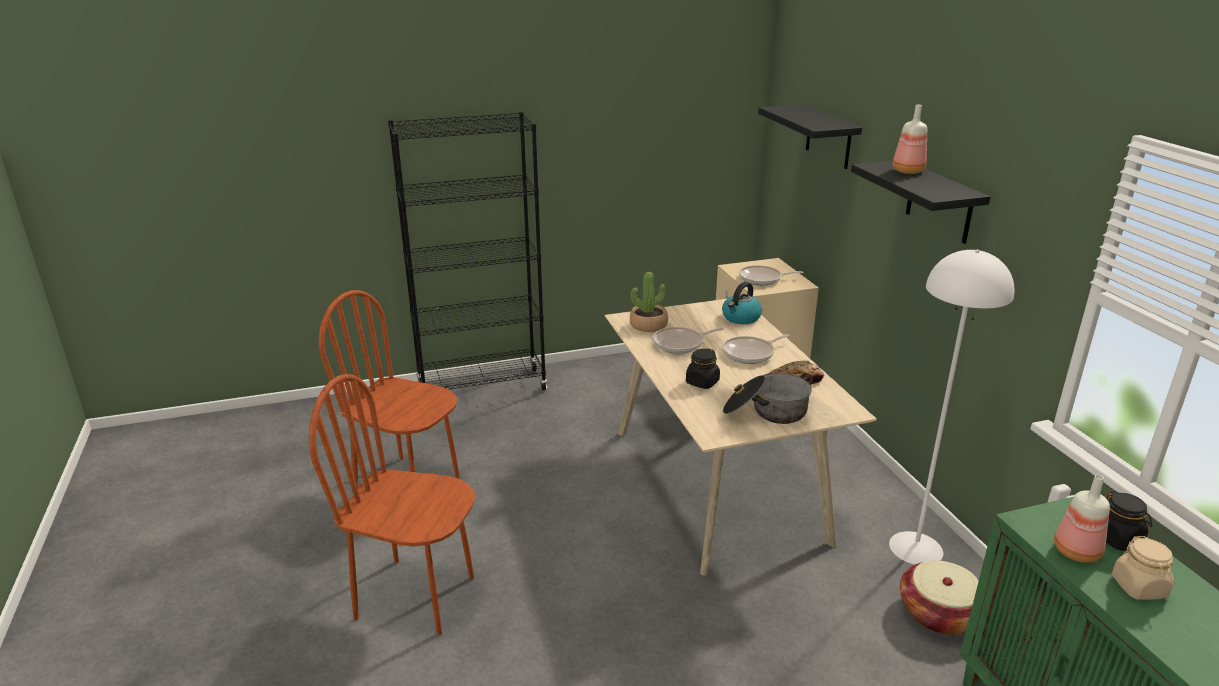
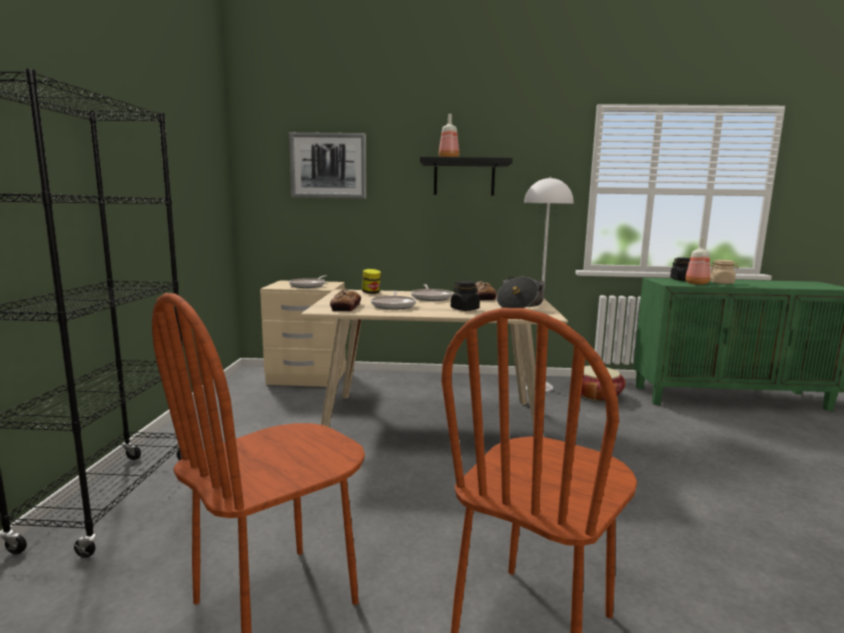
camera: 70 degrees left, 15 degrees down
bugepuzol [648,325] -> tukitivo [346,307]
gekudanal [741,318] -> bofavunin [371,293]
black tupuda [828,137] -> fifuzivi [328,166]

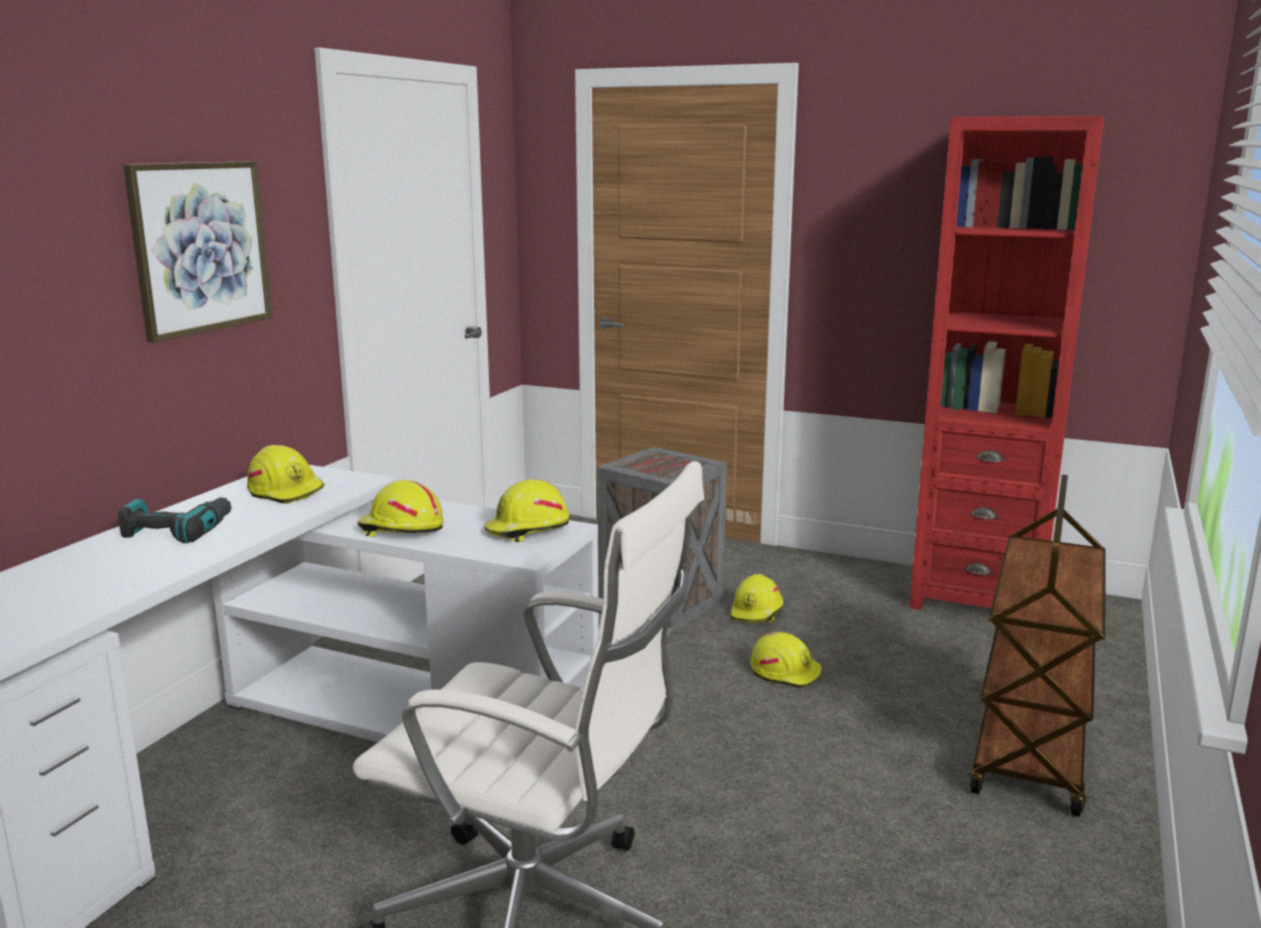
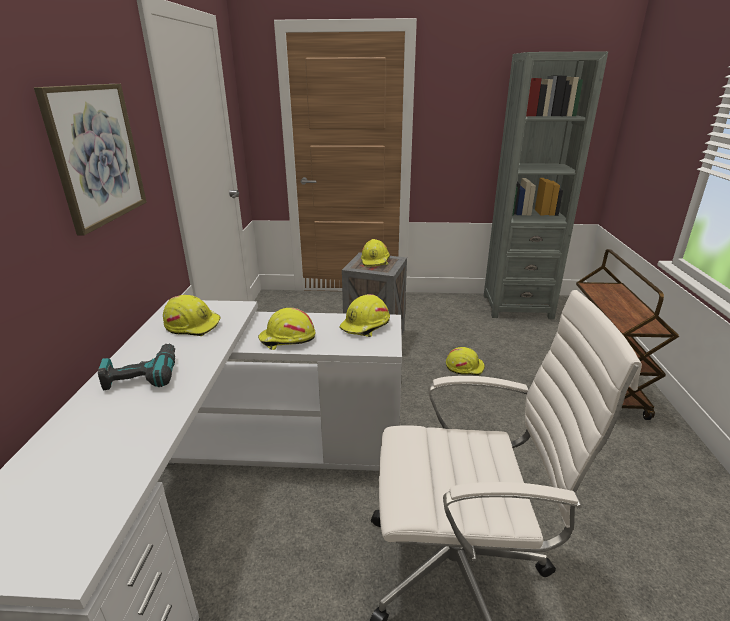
camera: 20 degrees left, 10 degrees up
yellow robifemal [757,612] -> yellow robifemal [375,261], relocated
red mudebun [978,598] -> grey mudebun [517,306]

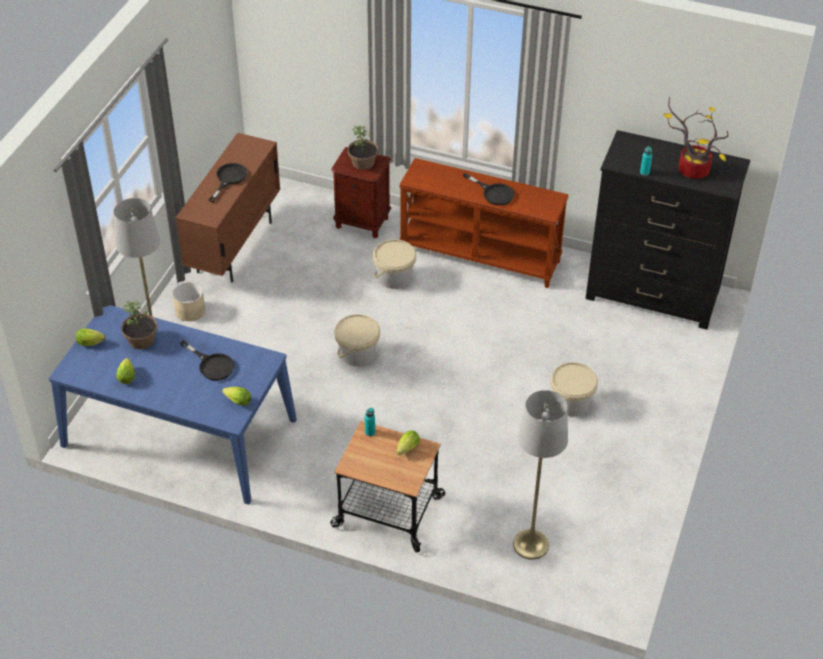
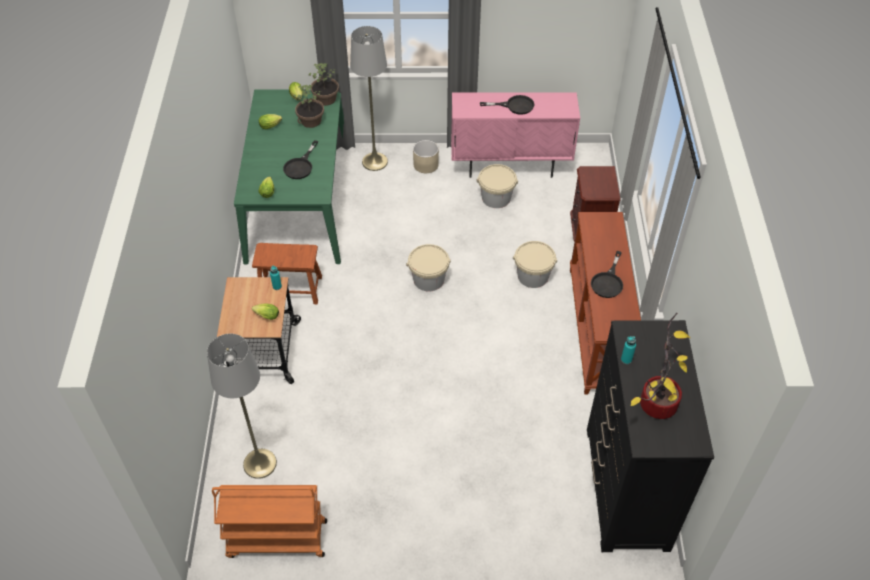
camera: 70 degrees right, 5 degrees up
none -> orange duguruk [276,539]
none -> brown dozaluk [290,288]
bugepuzol [363,163] -> bugepuzol [326,99], relocated
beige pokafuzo [571,403] -> beige pokafuzo [496,198], relocated
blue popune [179,432] -> green popune [299,202]
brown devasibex [235,247] -> pink devasibex [510,166]

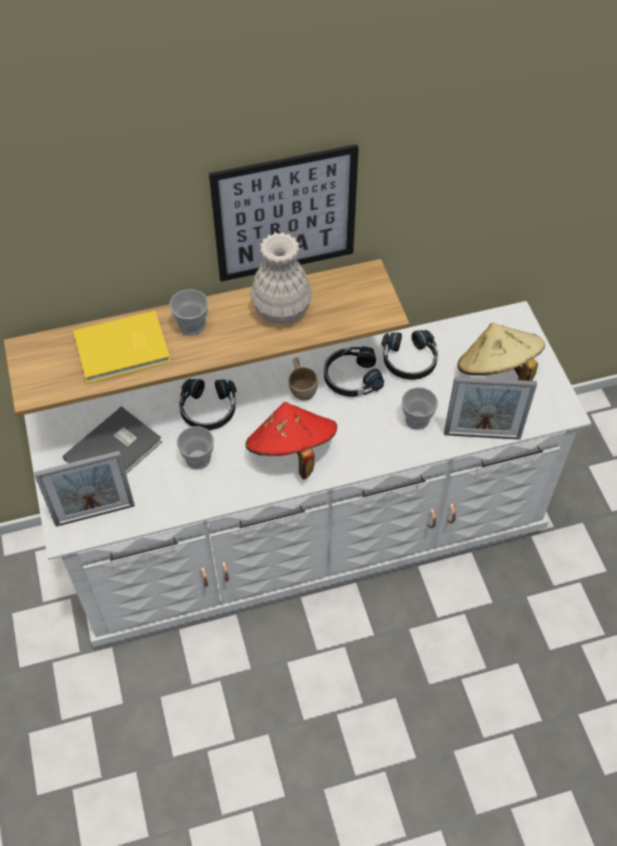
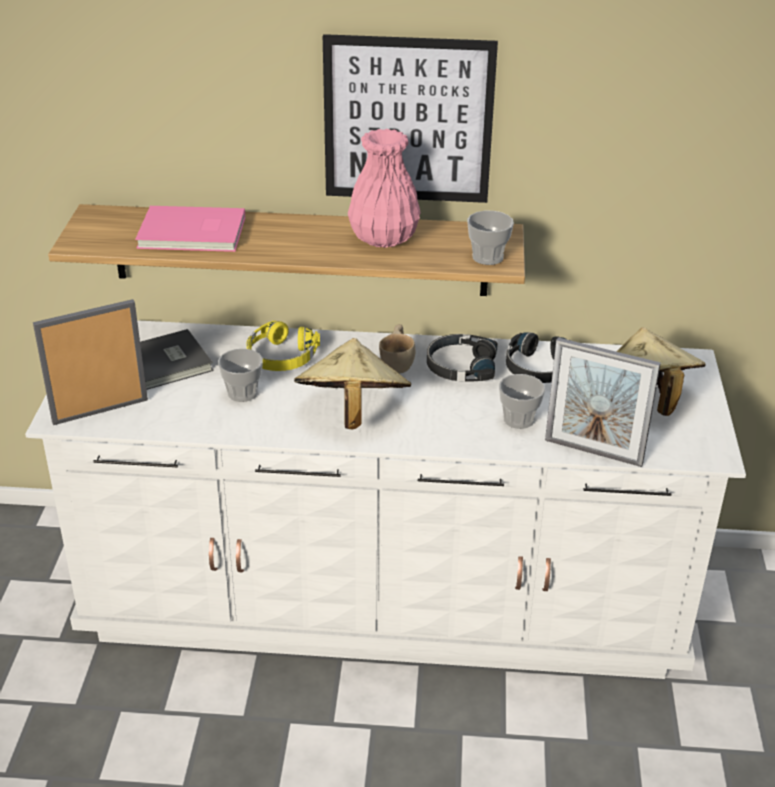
camera: 20 degrees right, 20 degrees down
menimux [192,325] -> menimux [487,257], relocated
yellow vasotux [124,350] -> pink vasotux [193,234]
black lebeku [208,409] -> yellow lebeku [281,356]
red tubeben [291,452] -> beige tubeben [351,412]
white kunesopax [281,309] -> pink kunesopax [384,238]
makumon [95,514] -> makumon [100,411], 150 degrees clockwise

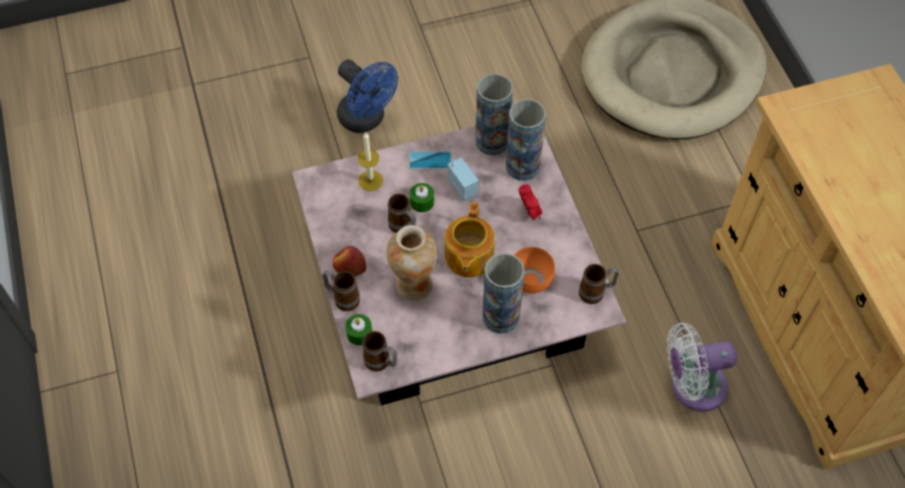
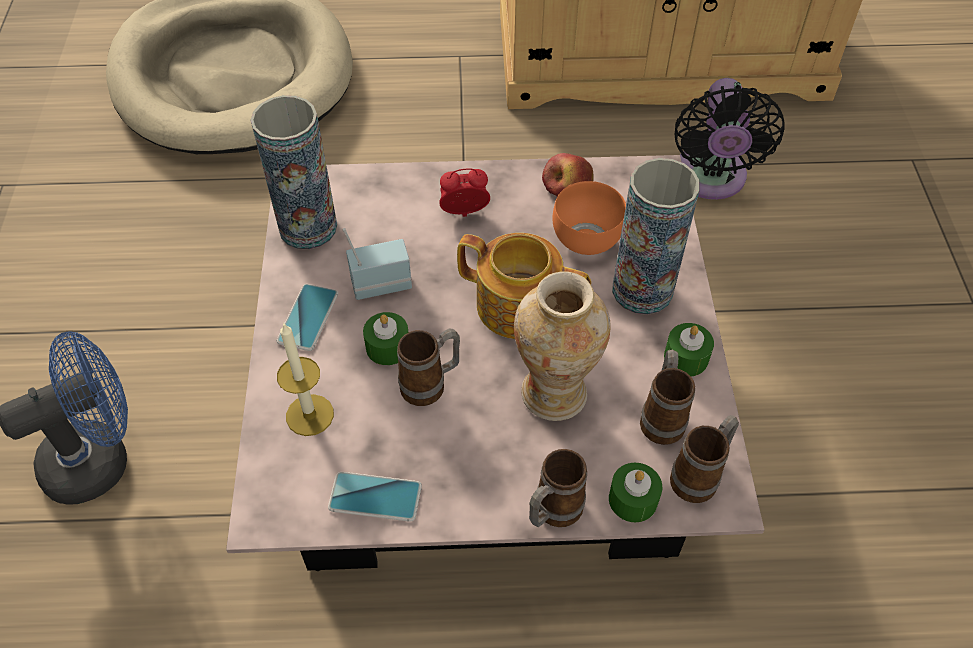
camera: 75 degrees left, 5 degrees down
kunesopax [522,166] -> none
none -> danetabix [375,497]
none -> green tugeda [686,358]
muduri [349,266] -> muduri [567,185], relocated
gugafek [596,293] -> gugafek [662,417], relocated
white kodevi [692,387] -> black kodevi [709,180]

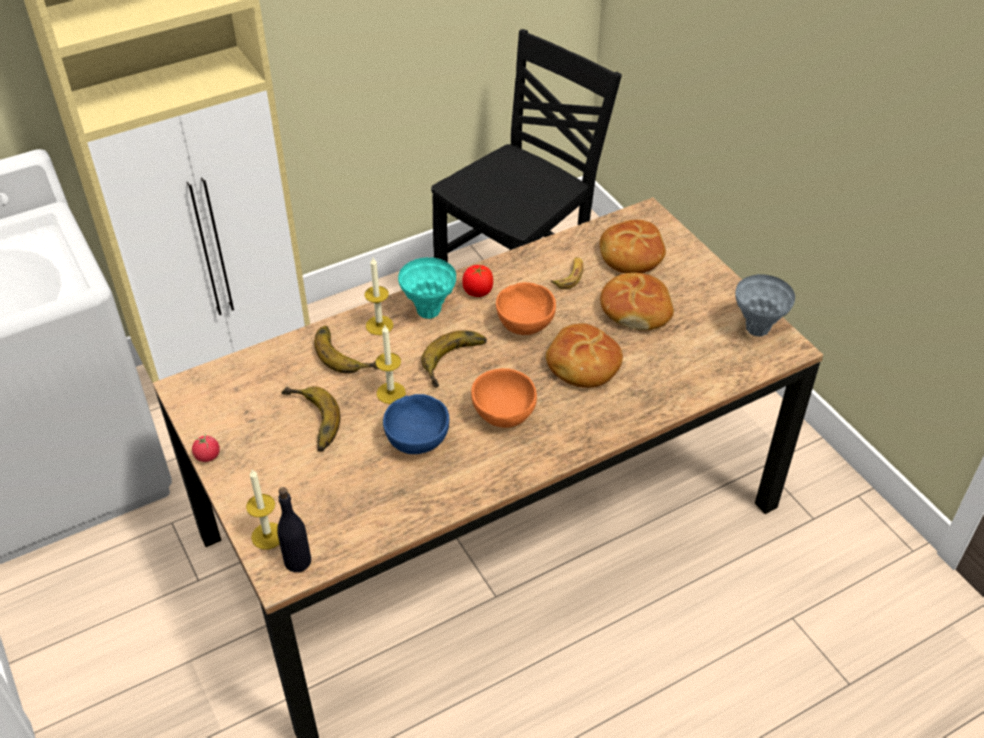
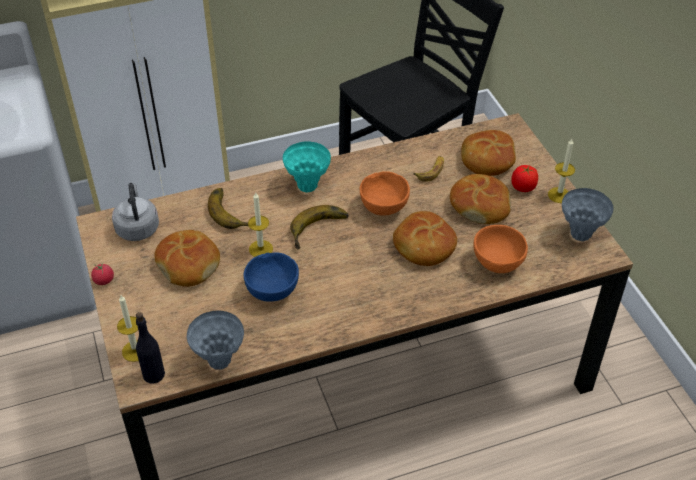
camera: 10 degrees right, 0 degrees up
none -> grey gekudanal [137,227]
none -> grey kunesopax [219,361]
tugeda [379,325] -> tugeda [559,195], relocated
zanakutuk [477,292] -> zanakutuk [523,188], relocated
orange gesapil [503,416] -> orange gesapil [497,263], relocated
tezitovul [308,422] -> tukitivo [189,264]

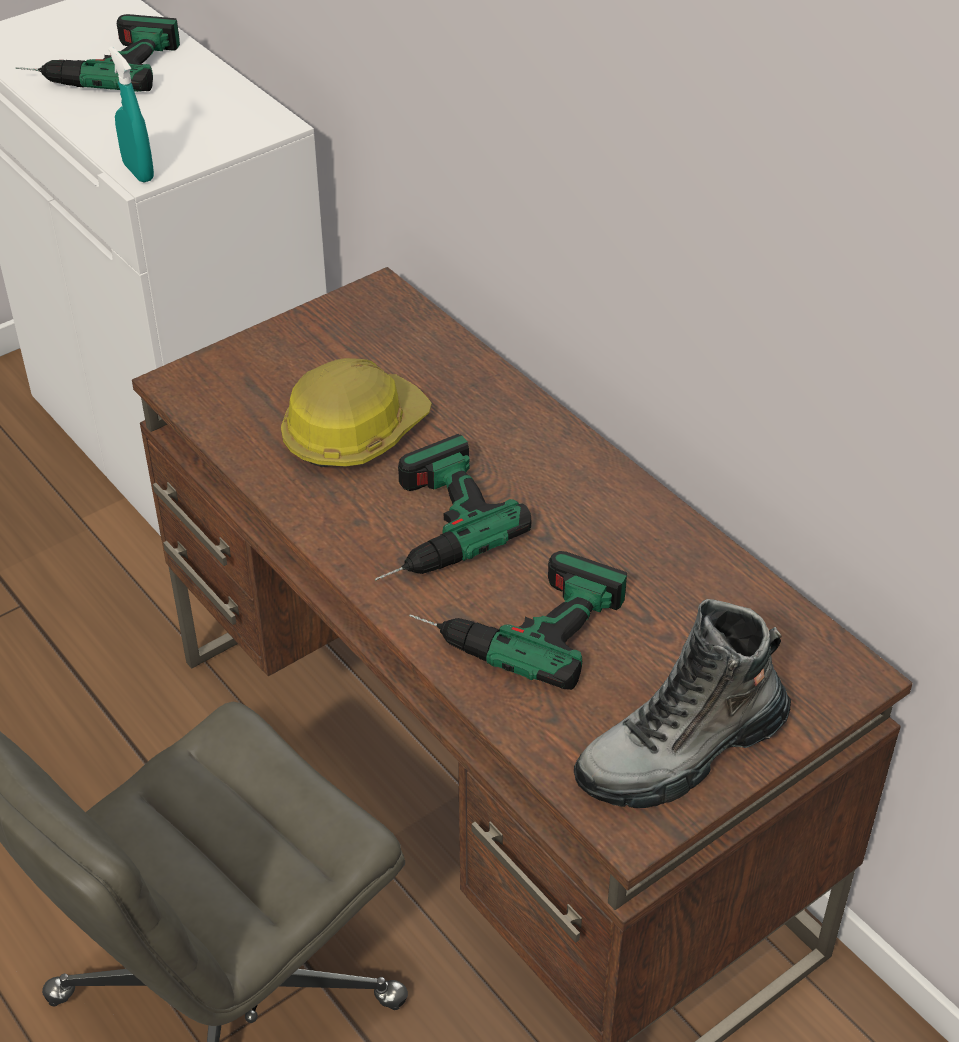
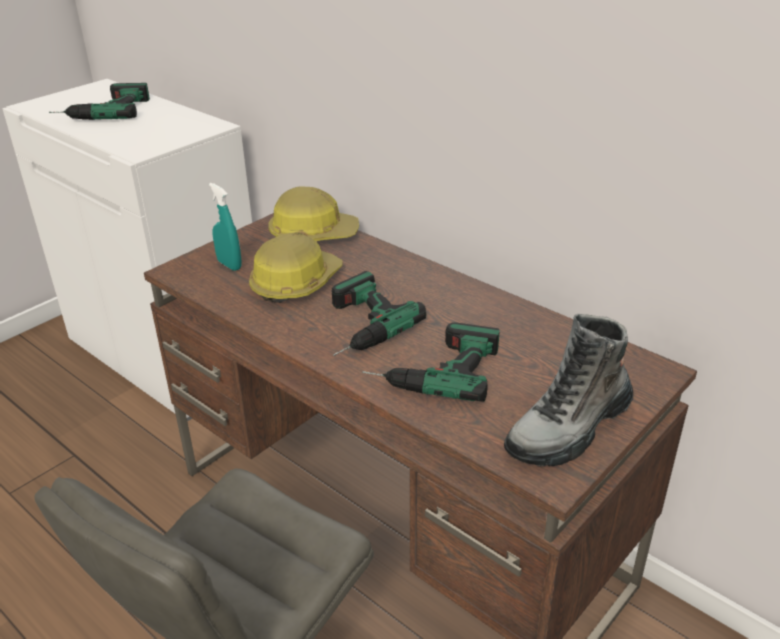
camera: 10 degrees left, 10 degrees down
none -> robifemal [313,234]
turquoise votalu [138,172] -> turquoise votalu [229,265], relocated

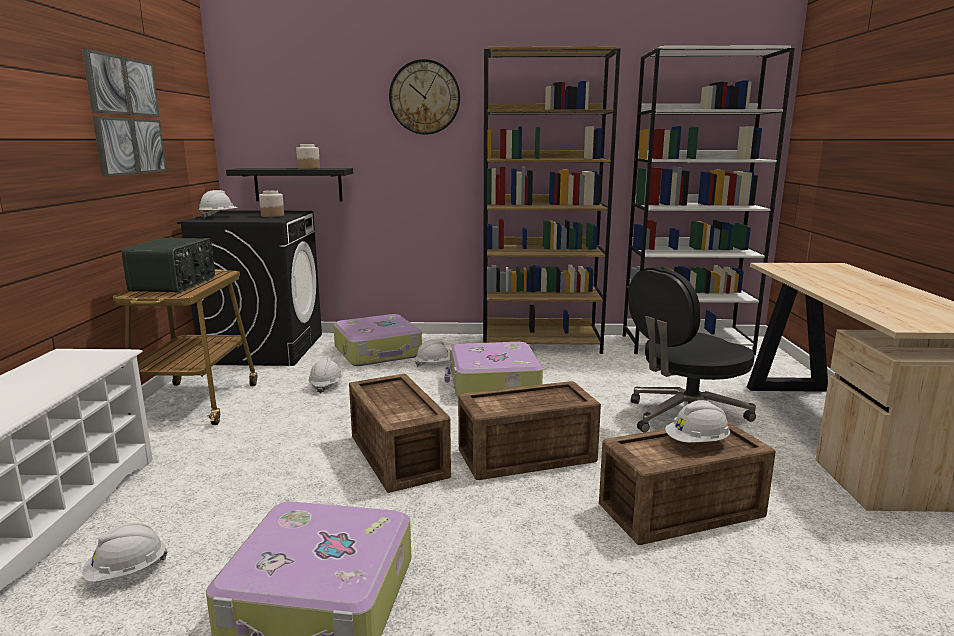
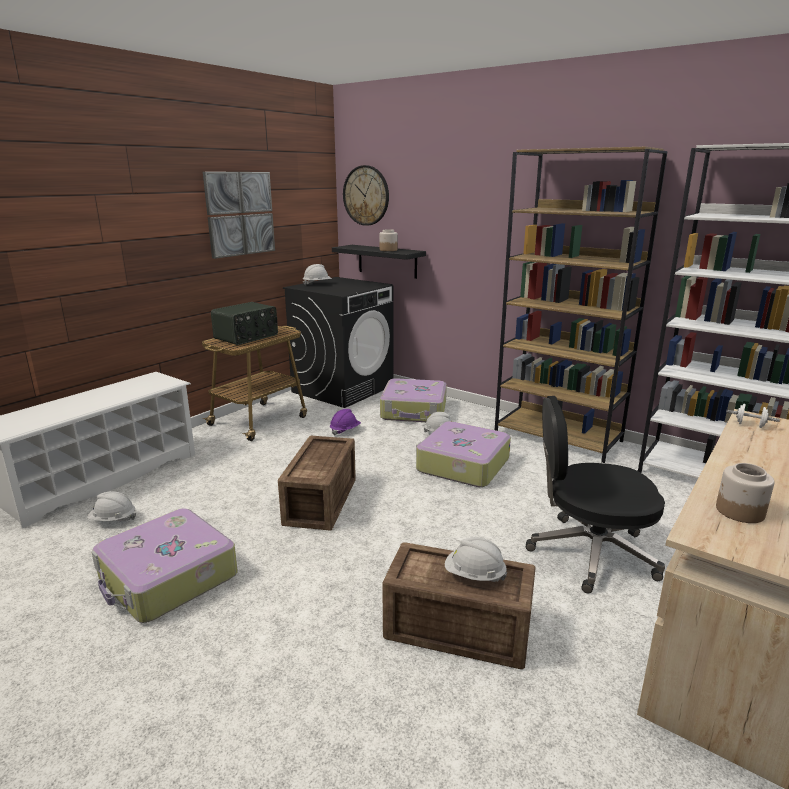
camera: 35 degrees right, 5 degrees up
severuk [529,457] -> none
none -> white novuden [750,425]
bofavunin [272,215] -> bofavunin [739,511], relocated
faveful [424,97] -> faveful [366,195], relocated
white robifemal [326,386] -> purple robifemal [345,430]

